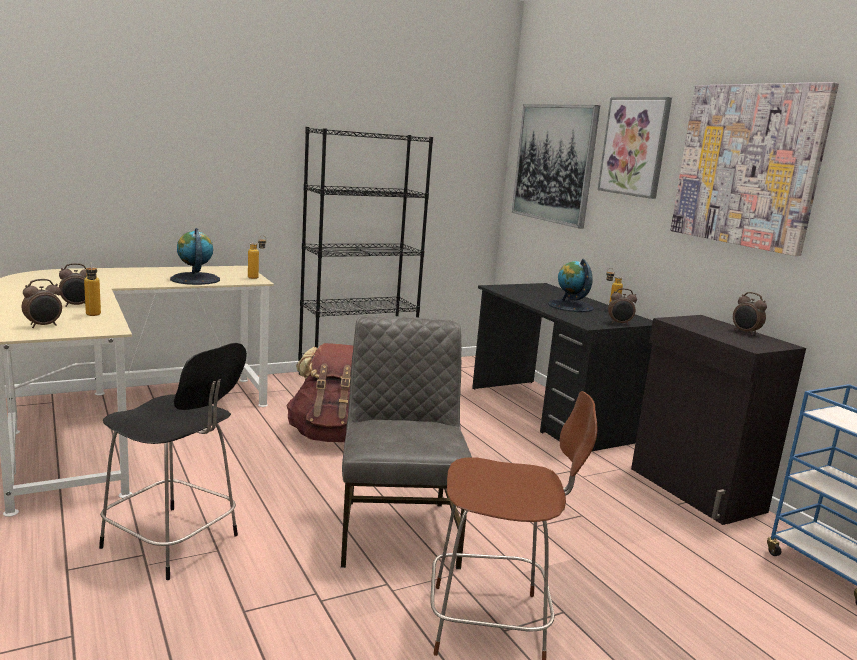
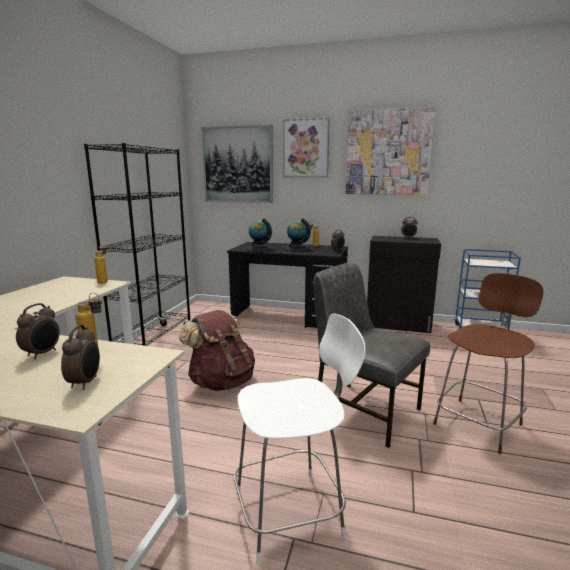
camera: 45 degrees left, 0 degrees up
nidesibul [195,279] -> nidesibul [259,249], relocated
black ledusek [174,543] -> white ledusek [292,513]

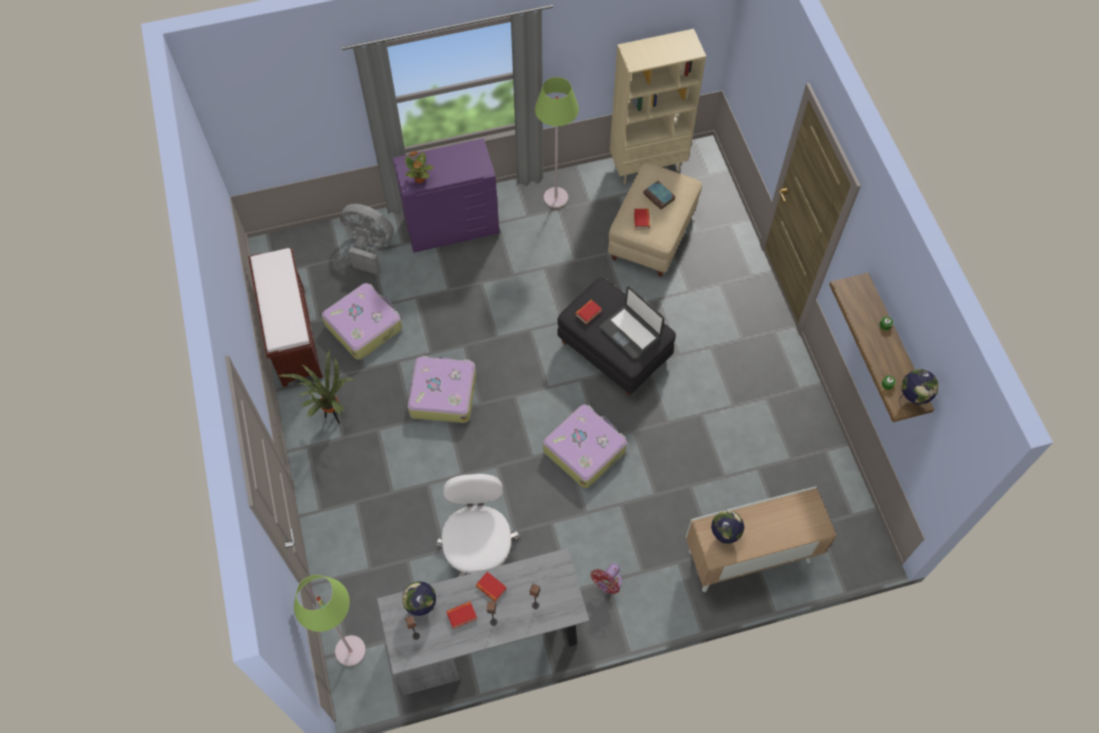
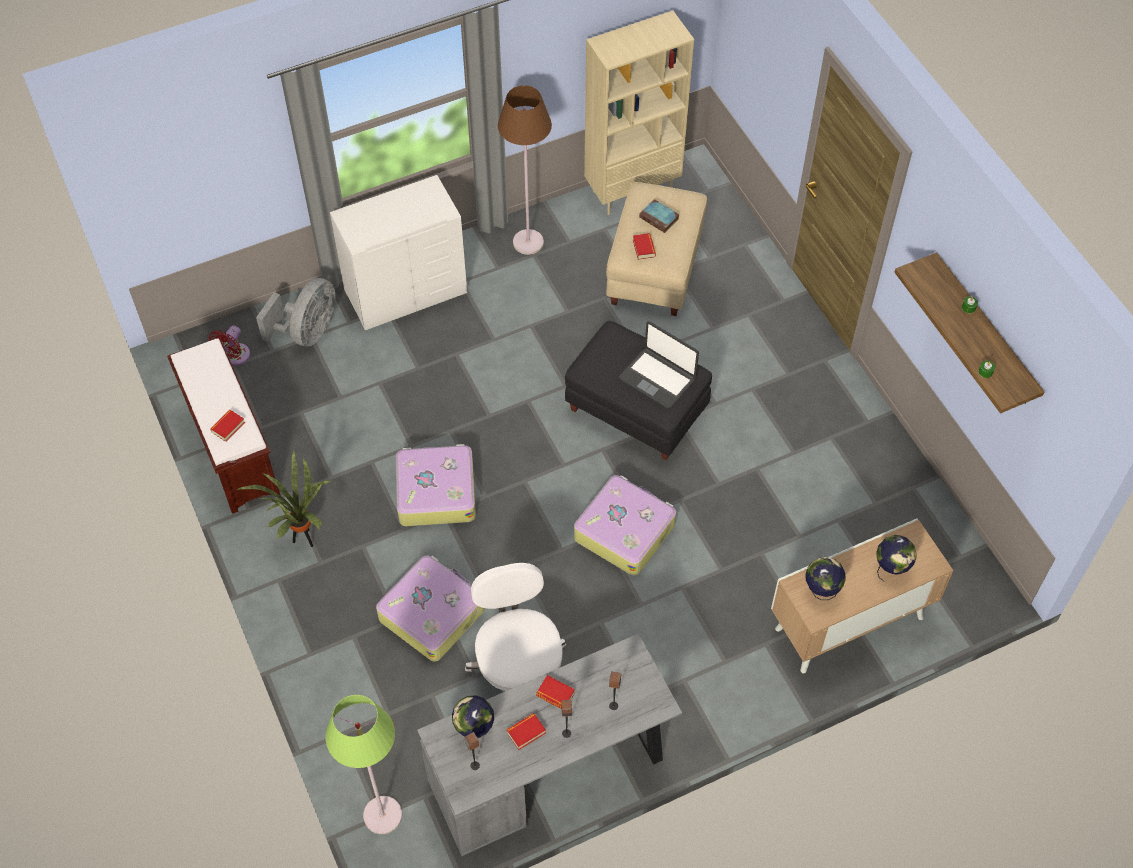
camera: 10 degrees left, 5 degrees down
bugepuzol [419,179] -> none
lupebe [364,325] -> lupebe [432,613], relocated
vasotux [588,313] -> vasotux [228,427], relocated
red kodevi [608,584] -> red kodevi [234,357], relocated
nidesibul [912,398] -> nidesibul [891,569], relocated
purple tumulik [451,225] -> white tumulik [405,291]
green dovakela [556,198] -> brown dovakela [528,242]
grey kodevi [369,247] -> grey kodevi [308,332], 105 degrees clockwise

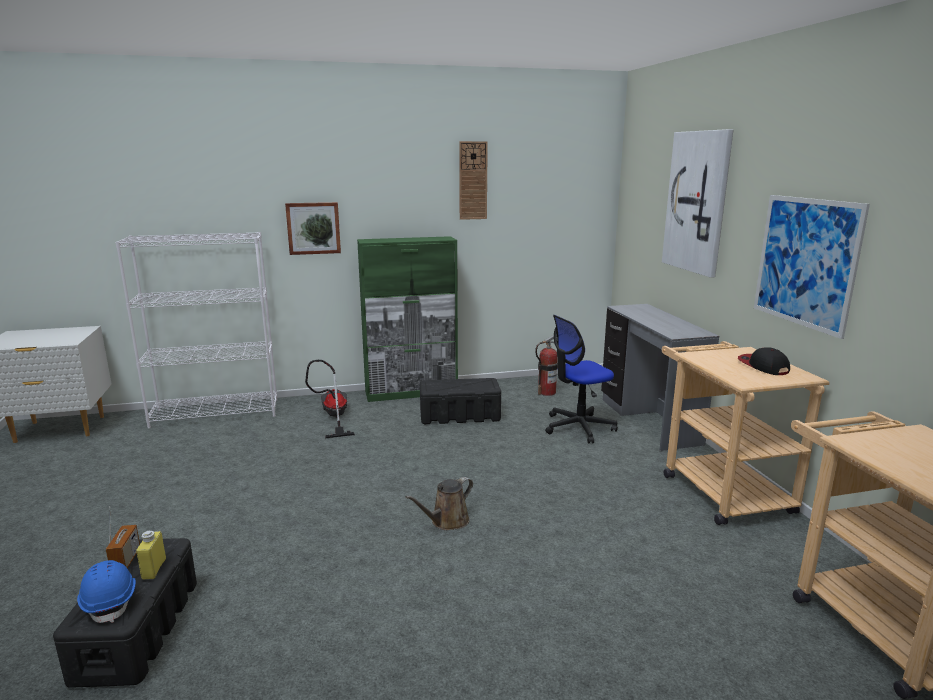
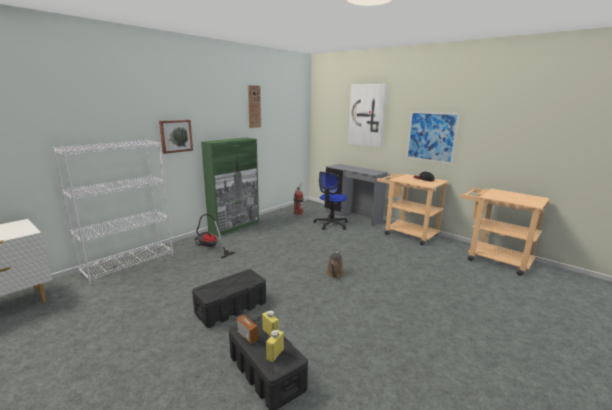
camera: 35 degrees left, 0 degrees up
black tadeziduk [460,415] -> black tadeziduk [231,307], relocated
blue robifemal [110,601] -> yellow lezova [275,354]

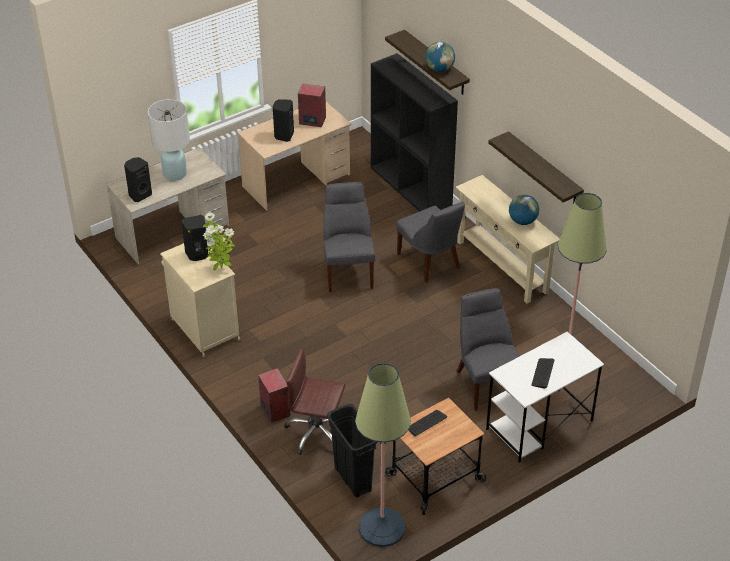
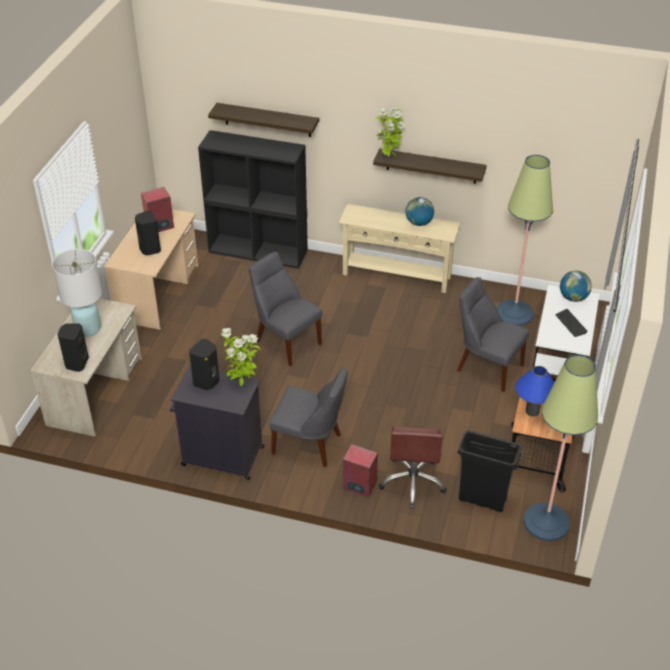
camera: 40 degrees left, 0 degrees up
none -> bugepuzol [389,158]
grey ledusek [430,262] -> grey ledusek [310,445], relocated
nidesibul [439,69] -> nidesibul [573,298], relocated
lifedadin [426,423] -> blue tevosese [532,411]
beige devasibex [204,329] -> black devasibex [221,456]
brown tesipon [317,432] -> brown tesipon [413,482], 60 degrees counterclockwise

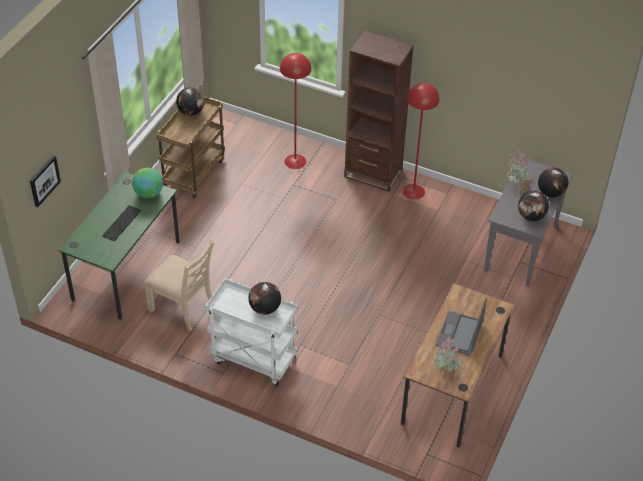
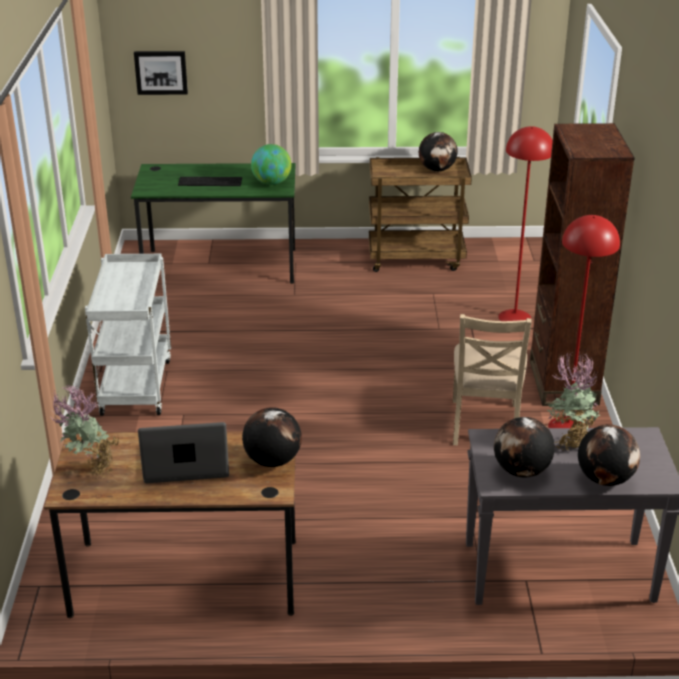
camera: 65 degrees right, 15 degrees down
beige ledusek [183,307] -> beige ledusek [485,424], relocated
nidesibul [264,309] -> nidesibul [272,461], relocated

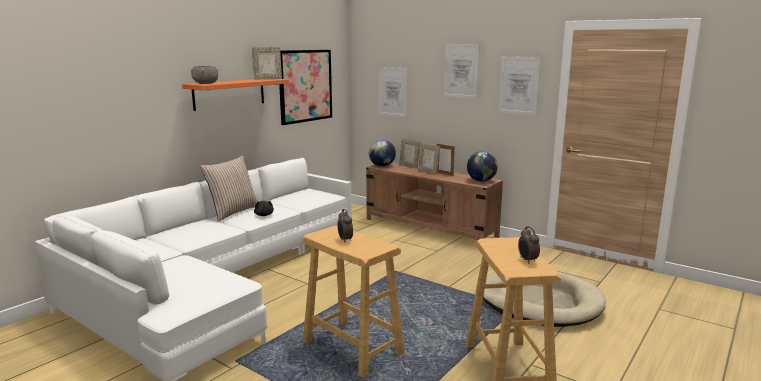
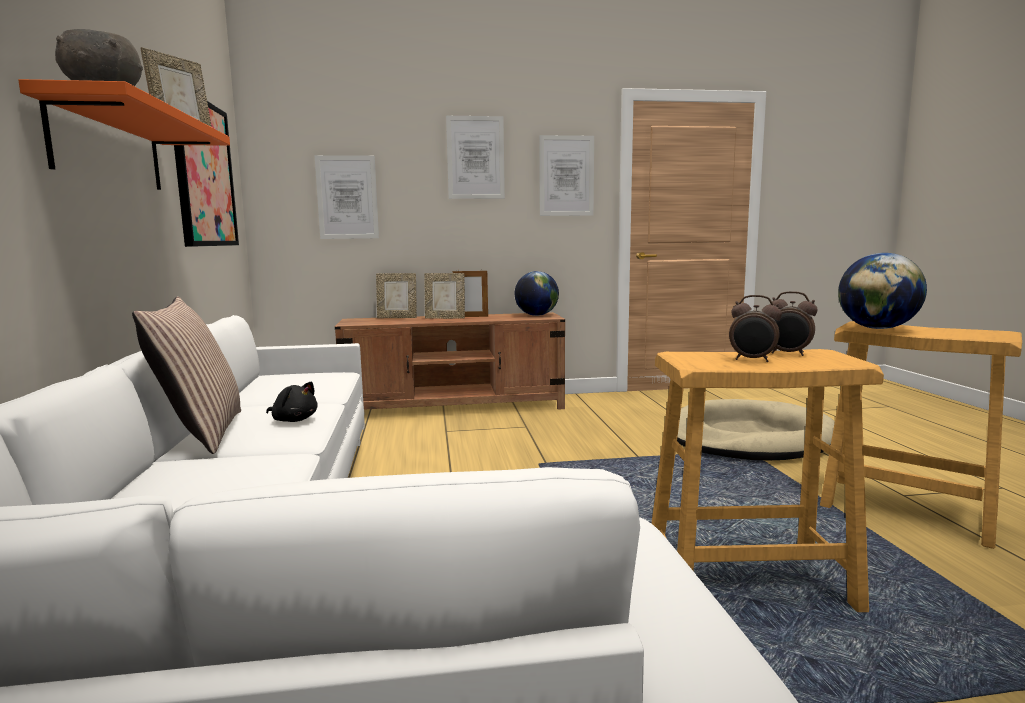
camera: 45 degrees left, 5 degrees down
nidesibul [382,166] -> nidesibul [877,328], relocated
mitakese [527,260] -> mitakese [788,354], relocated

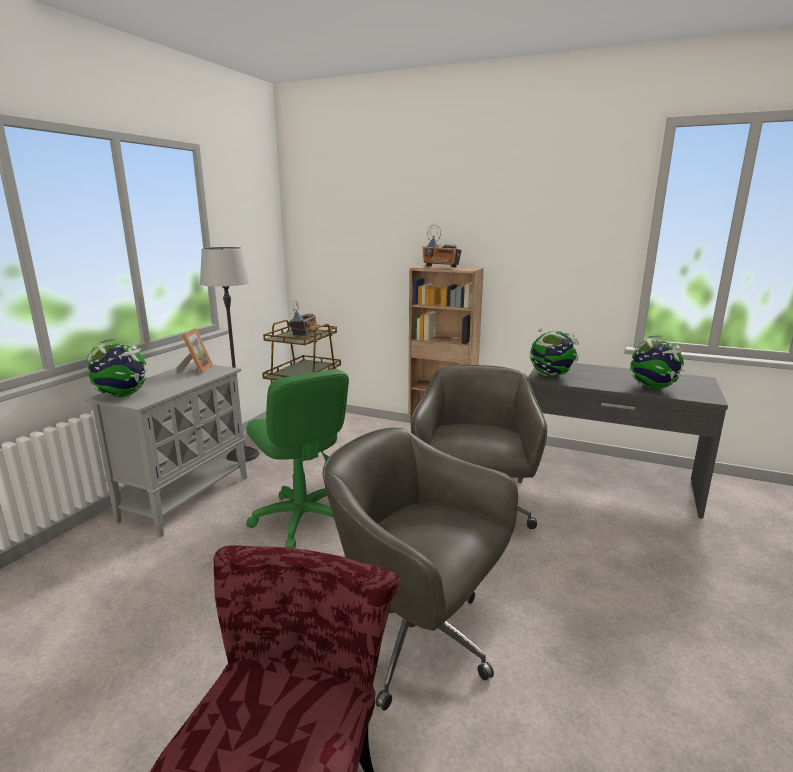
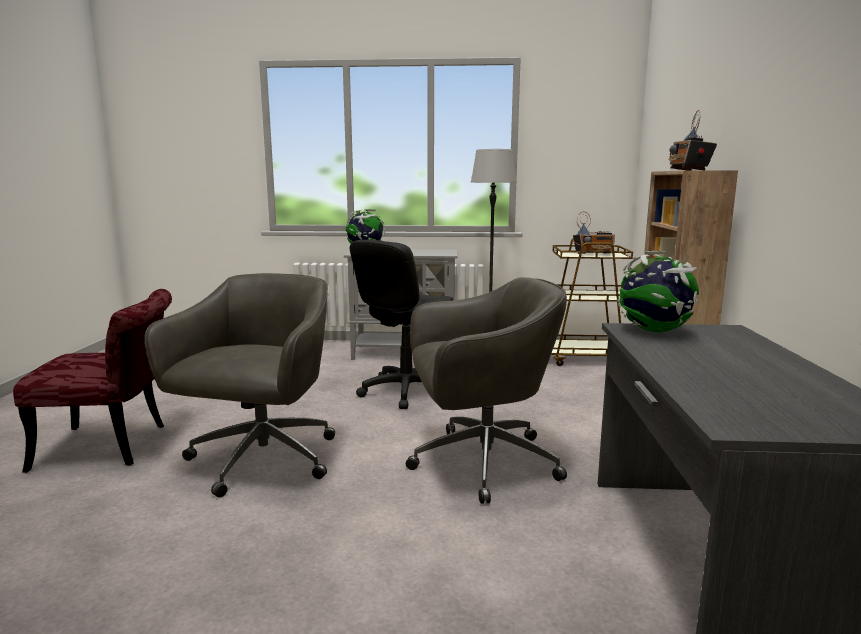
camera: 70 degrees right, 5 degrees down
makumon [196,369] -> none
nidesibul [653,388] -> none
green tesipon [301,519] -> black tesipon [405,391]

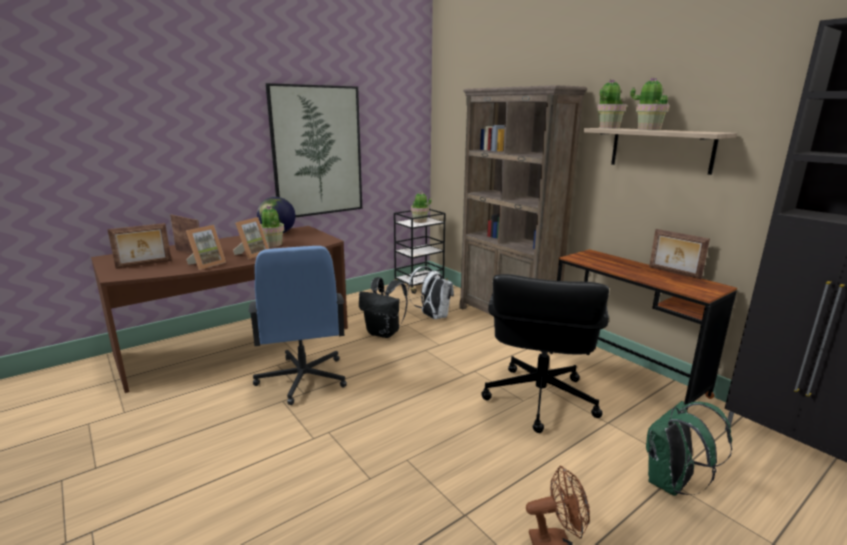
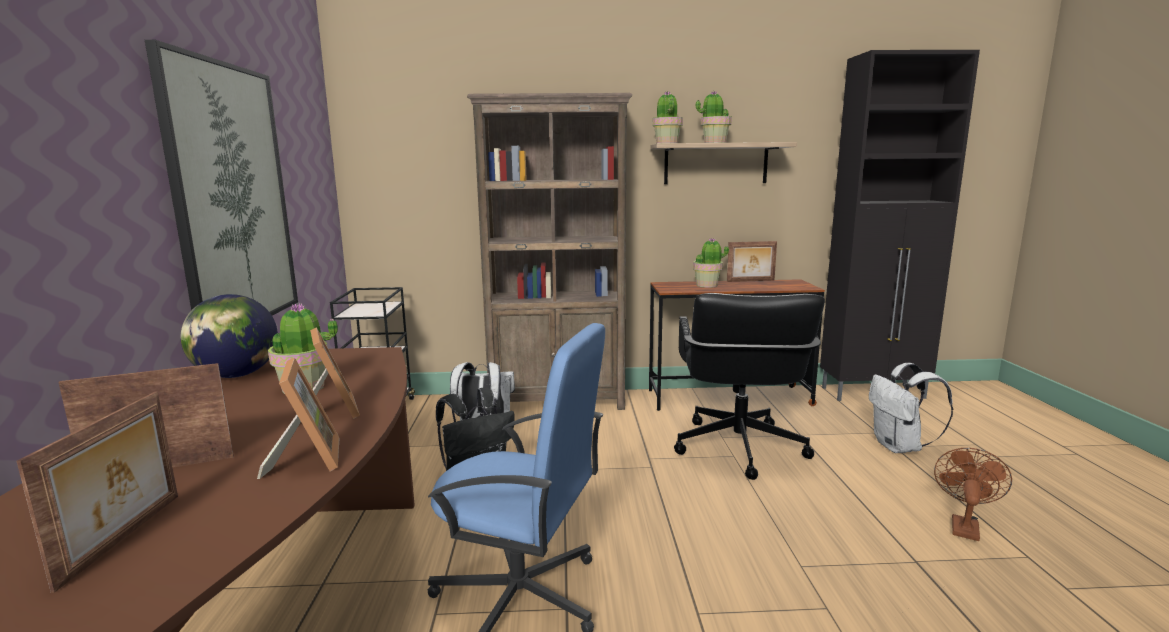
camera: 55 degrees left, 5 degrees down
bugepuzol [420,221] -> bugepuzol [707,285], relocated
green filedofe [671,484] -> white filedofe [899,447]
black tesipon [538,399] -> black tesipon [738,448], 45 degrees clockwise

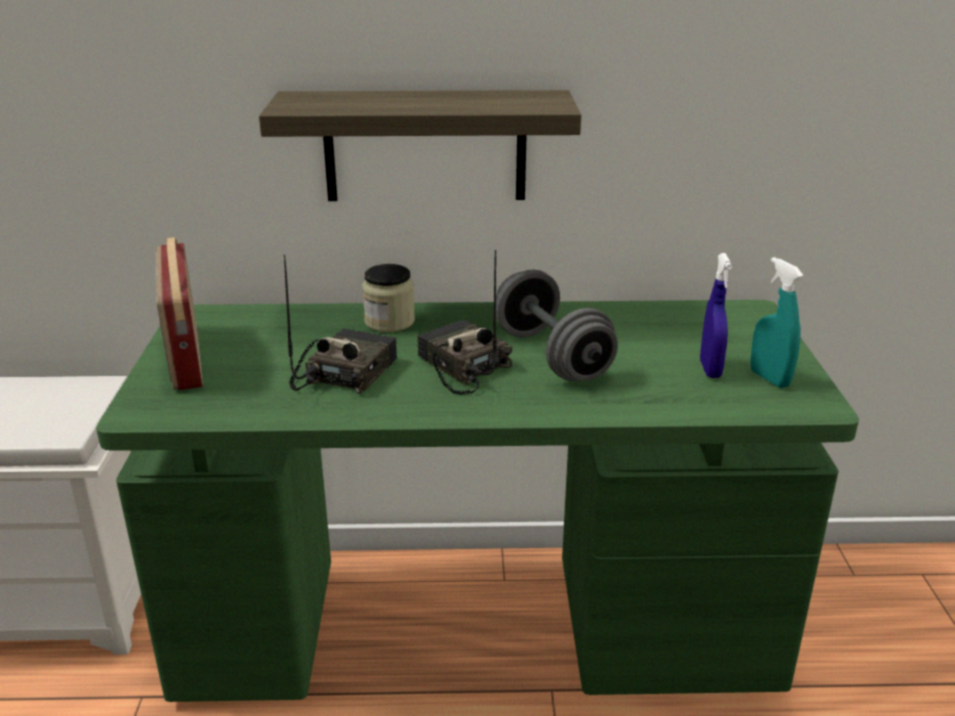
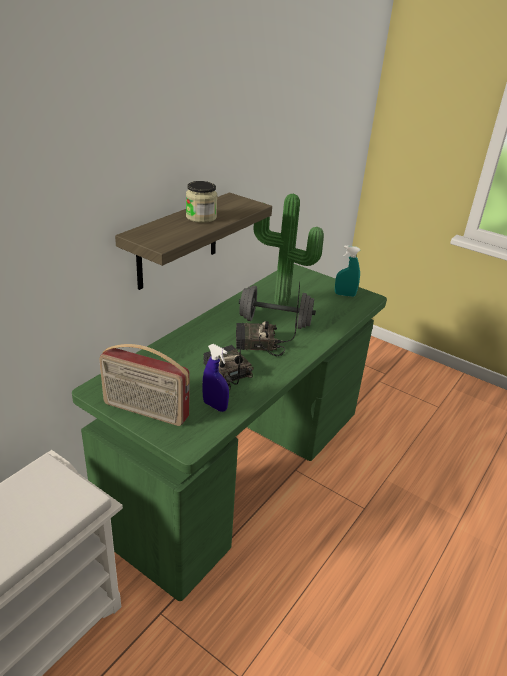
camera: 55 degrees left, 5 degrees up
none -> bugepuzol [281,303]
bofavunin [389,322] -> bofavunin [201,217], relocated
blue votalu [710,369] -> blue votalu [215,406], relocated

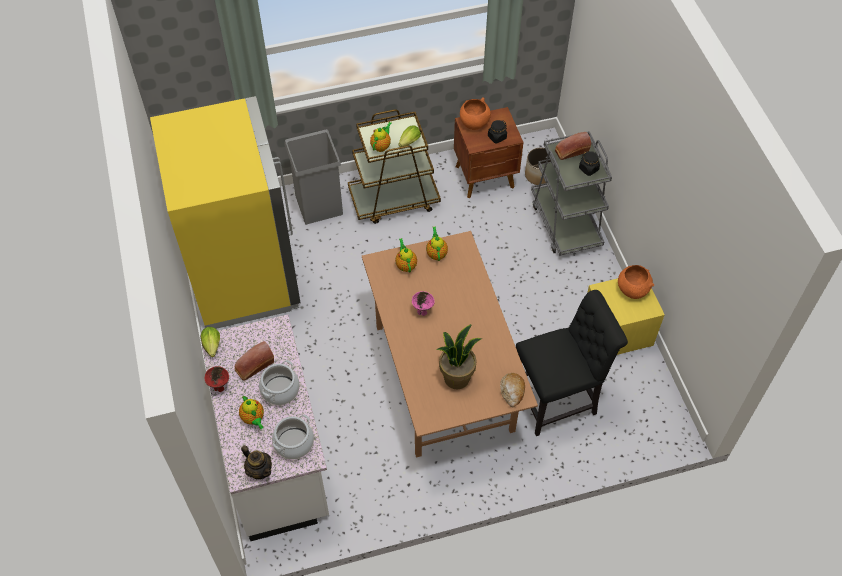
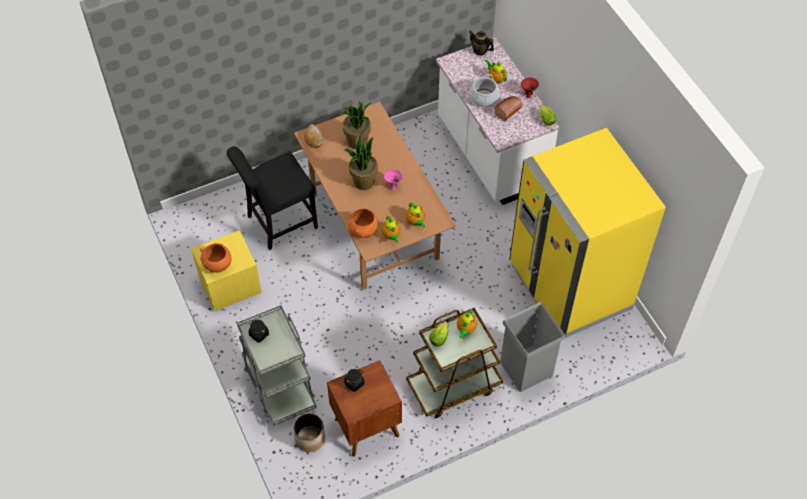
camera: 170 degrees right, 0 degrees up
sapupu [293,443] -> none
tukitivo [571,151] -> none
none -> bugepuzol [363,182]
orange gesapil [474,123] -> orange gesapil [363,231], relocated

